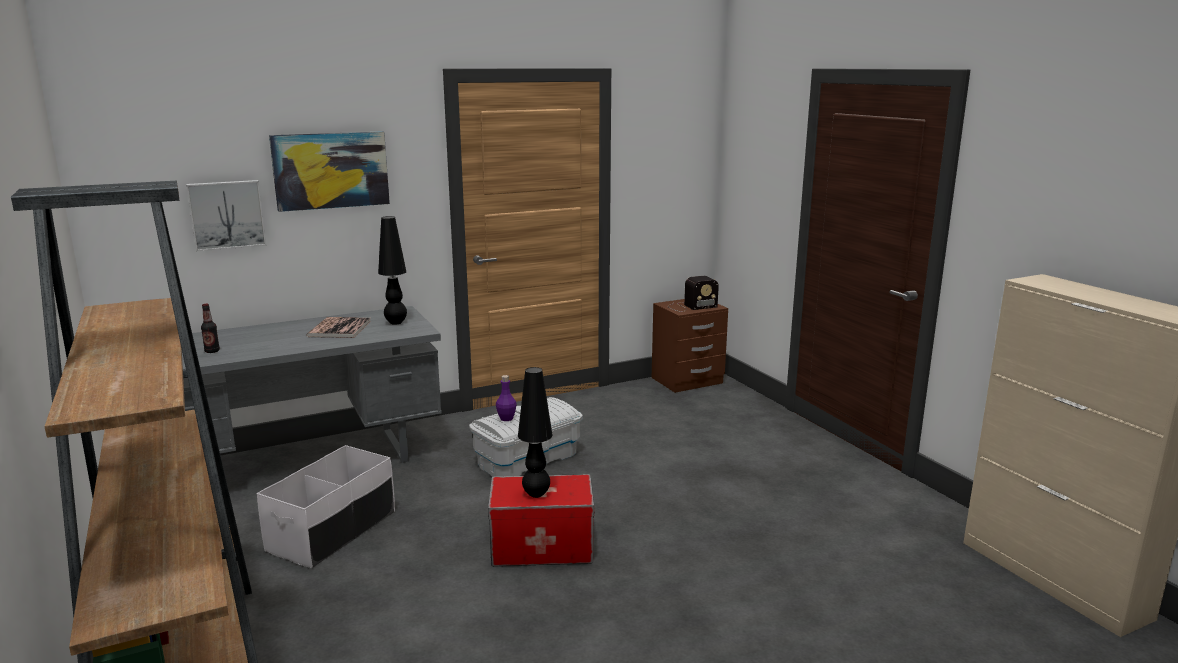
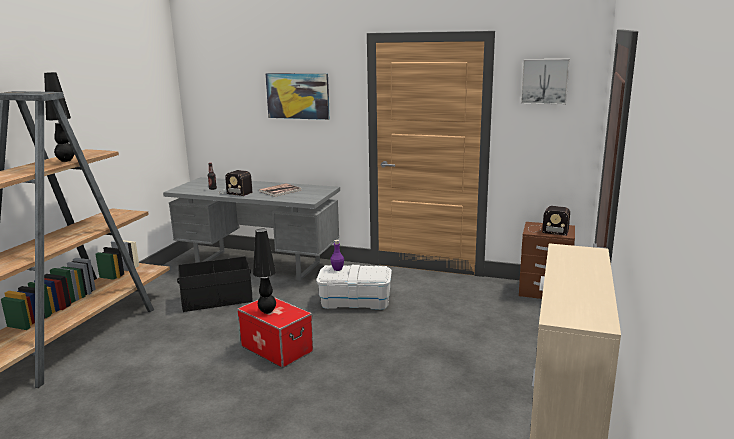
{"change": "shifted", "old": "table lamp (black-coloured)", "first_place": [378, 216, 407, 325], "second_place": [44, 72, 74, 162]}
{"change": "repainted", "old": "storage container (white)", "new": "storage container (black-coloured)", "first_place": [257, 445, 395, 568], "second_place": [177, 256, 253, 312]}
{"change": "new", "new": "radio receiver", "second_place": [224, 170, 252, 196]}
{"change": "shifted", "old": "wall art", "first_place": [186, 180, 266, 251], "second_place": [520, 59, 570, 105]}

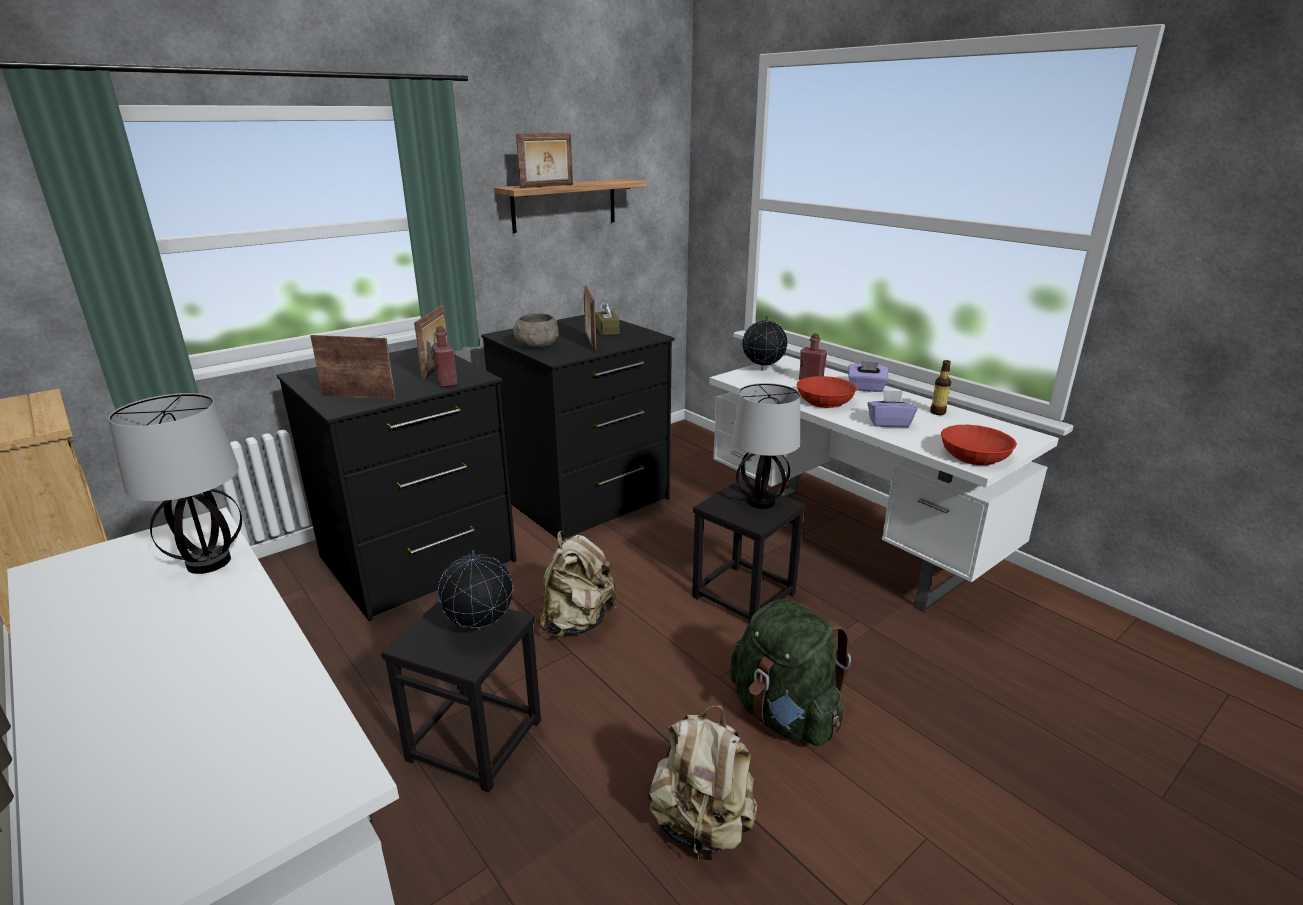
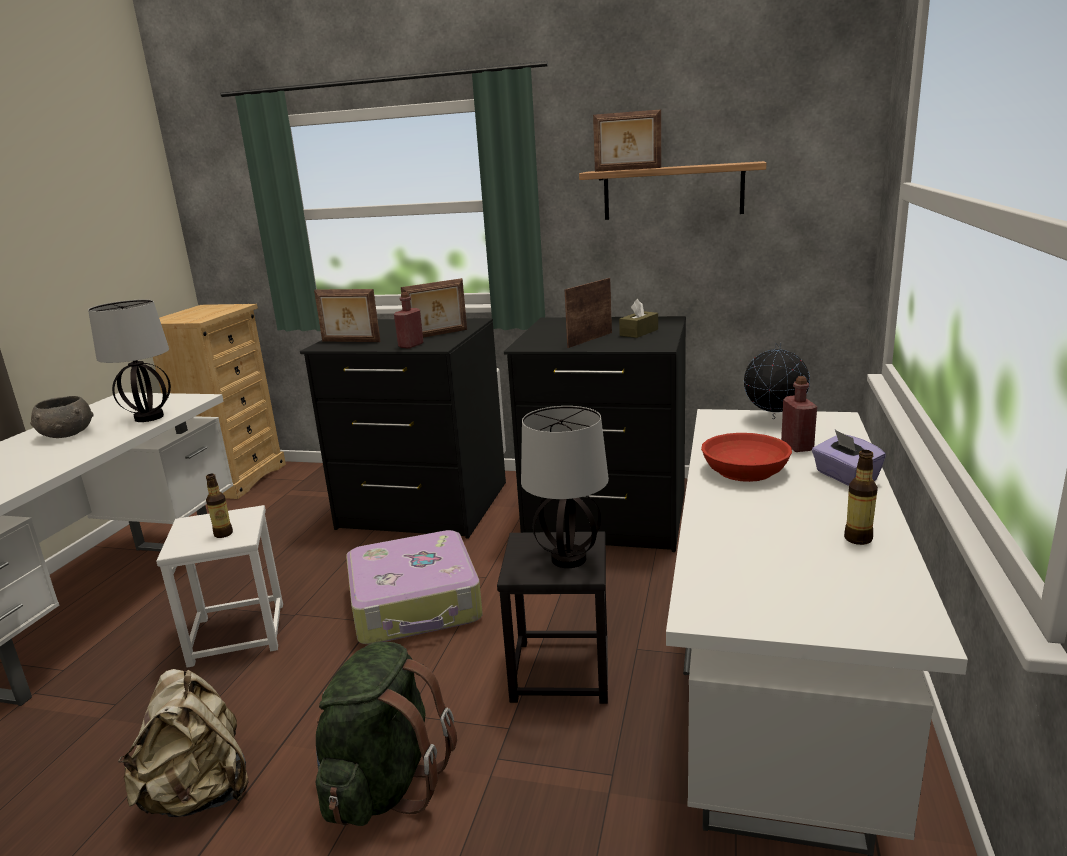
{"change": "shifted", "old": "deep dish (grey)", "first_place": [513, 313, 558, 349], "second_place": [30, 396, 93, 438]}
{"change": "repainted", "old": "sitting stool (black-coloured)", "new": "sitting stool (white)", "first_place": [381, 601, 541, 793], "second_place": [156, 505, 283, 668]}
{"change": "swapped", "old": "world globe", "new": "drink bottle", "first_place": [438, 550, 513, 630], "second_place": [206, 474, 233, 538]}
{"change": "rotated", "old": "standing frame", "first_place": [310, 335, 396, 400], "second_place": [314, 289, 381, 342], "degrees": 135}
{"change": "swapped", "old": "rucksack (sand-coloured)", "new": "suitcase", "first_place": [539, 531, 617, 638], "second_place": [346, 530, 483, 644]}
{"change": "gone", "old": "tissue box (purplish)", "first_place": [867, 390, 917, 427]}
{"change": "gone", "old": "deep dish (reddish)", "first_place": [941, 425, 1017, 465]}

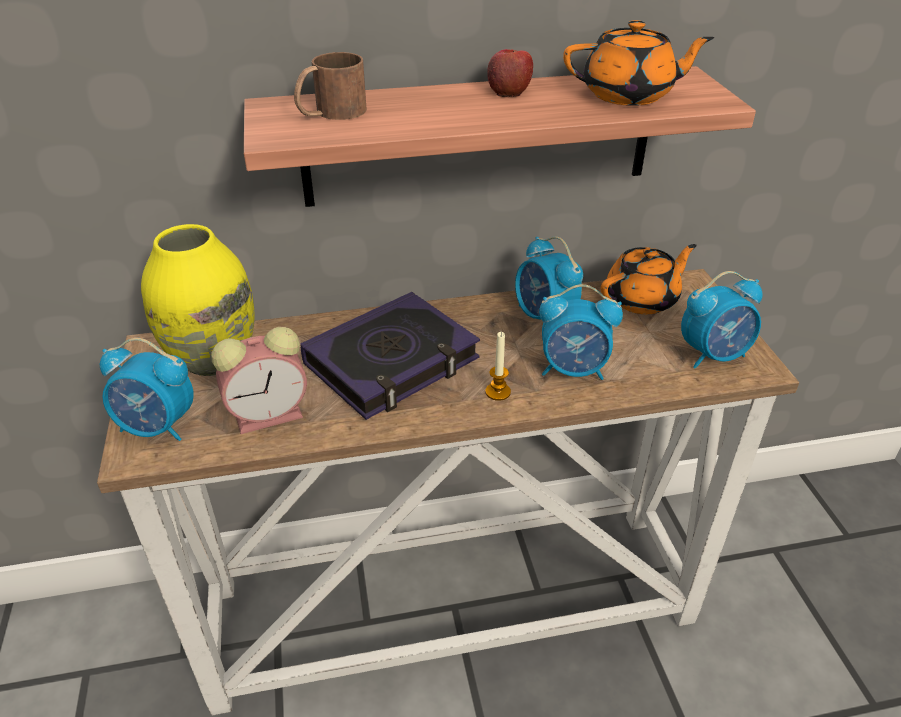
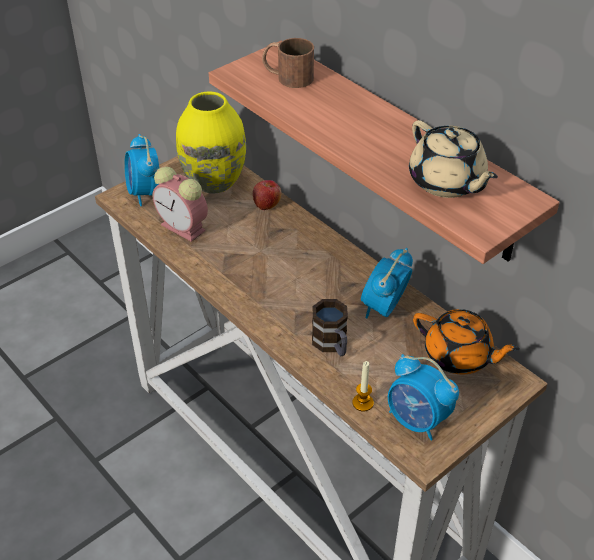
{"change": "shifted", "old": "whole apple", "first_place": [487, 49, 533, 97], "second_place": [253, 180, 281, 210]}
{"change": "swapped", "old": "table clock", "new": "mug", "first_place": [539, 284, 623, 380], "second_place": [312, 299, 348, 356]}
{"change": "shifted", "old": "candle", "first_place": [485, 332, 511, 401], "second_place": [352, 361, 374, 411]}
{"change": "repainted", "old": "tea pot (orange)", "new": "tea pot (sand-coloured)", "first_place": [563, 20, 714, 106], "second_place": [409, 120, 498, 198]}
{"change": "gone", "old": "book", "first_place": [300, 292, 480, 420]}

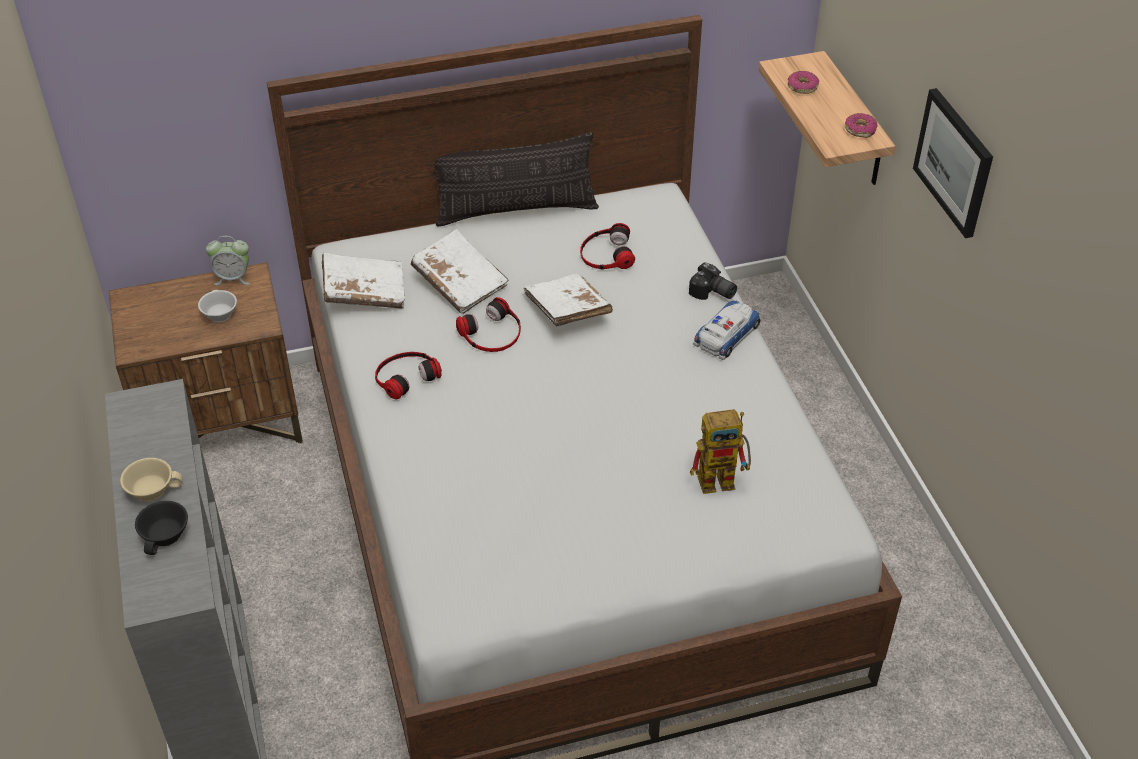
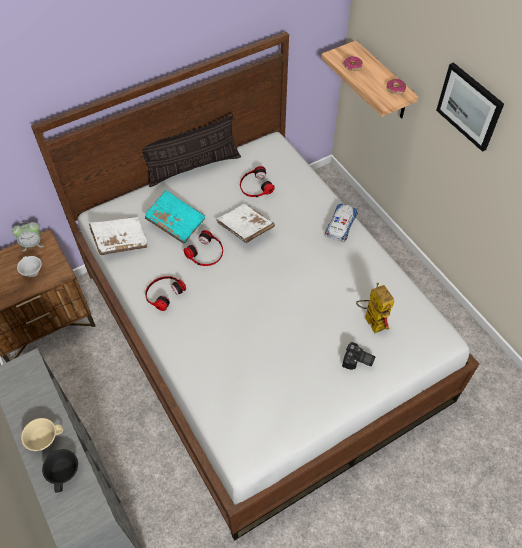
{"change": "repainted", "old": "book (white)", "new": "book (turquoise)", "first_place": [411, 229, 509, 314], "second_place": [145, 190, 205, 243]}
{"change": "shifted", "old": "still camera", "first_place": [689, 263, 737, 300], "second_place": [342, 342, 375, 370]}
{"change": "rotated", "old": "toy robot", "first_place": [690, 409, 751, 494], "second_place": [356, 283, 394, 333], "degrees": -90}

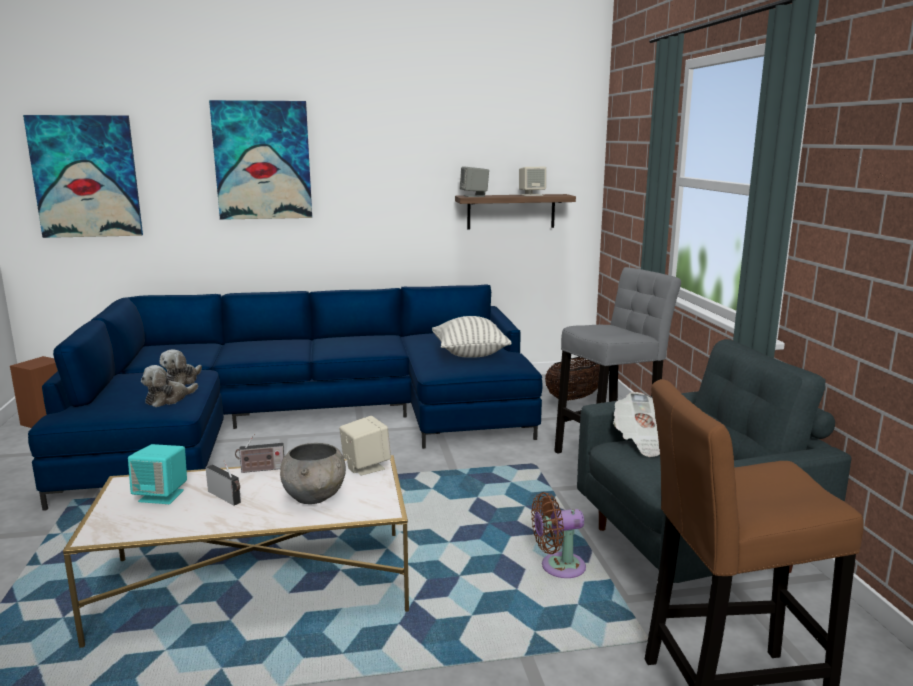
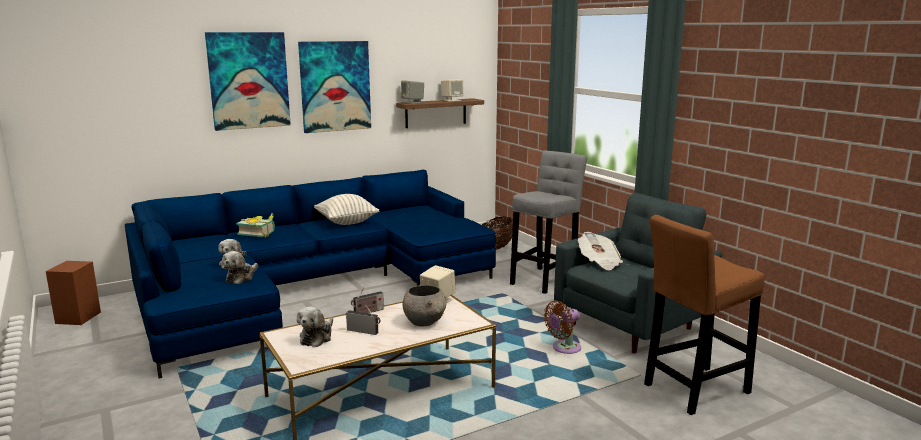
{"change": "new", "new": "book", "second_place": [236, 213, 275, 238]}
{"change": "swapped", "old": "loudspeaker (turquoise)", "new": "plush toy", "first_place": [128, 444, 187, 504], "second_place": [297, 307, 333, 347]}
{"change": "shifted", "old": "wall art", "first_place": [23, 115, 143, 238], "second_place": [298, 41, 371, 133]}
{"change": "shifted", "old": "throw pillow", "first_place": [432, 316, 512, 358], "second_place": [314, 194, 379, 225]}

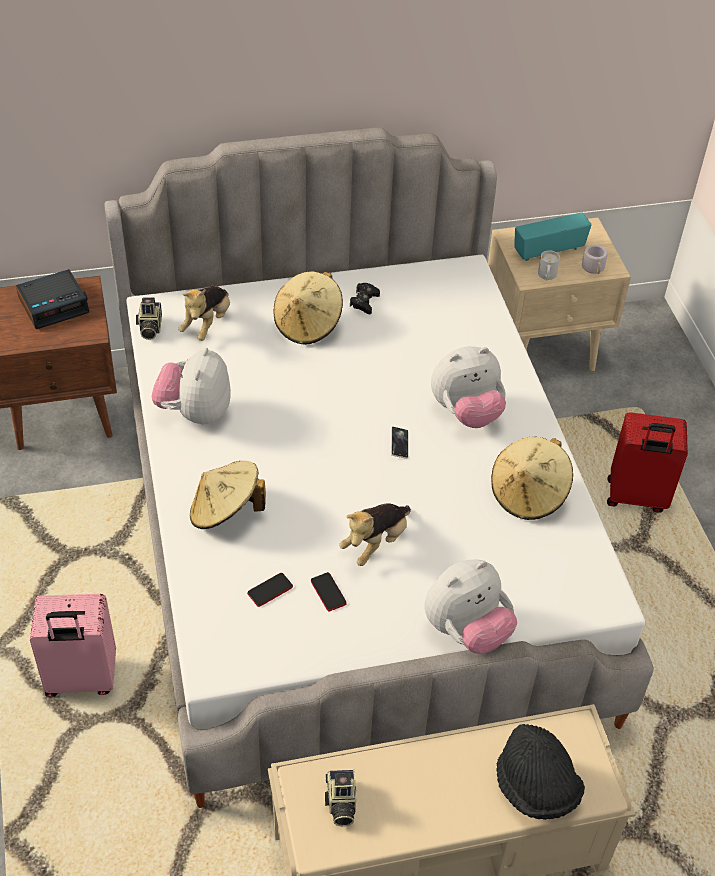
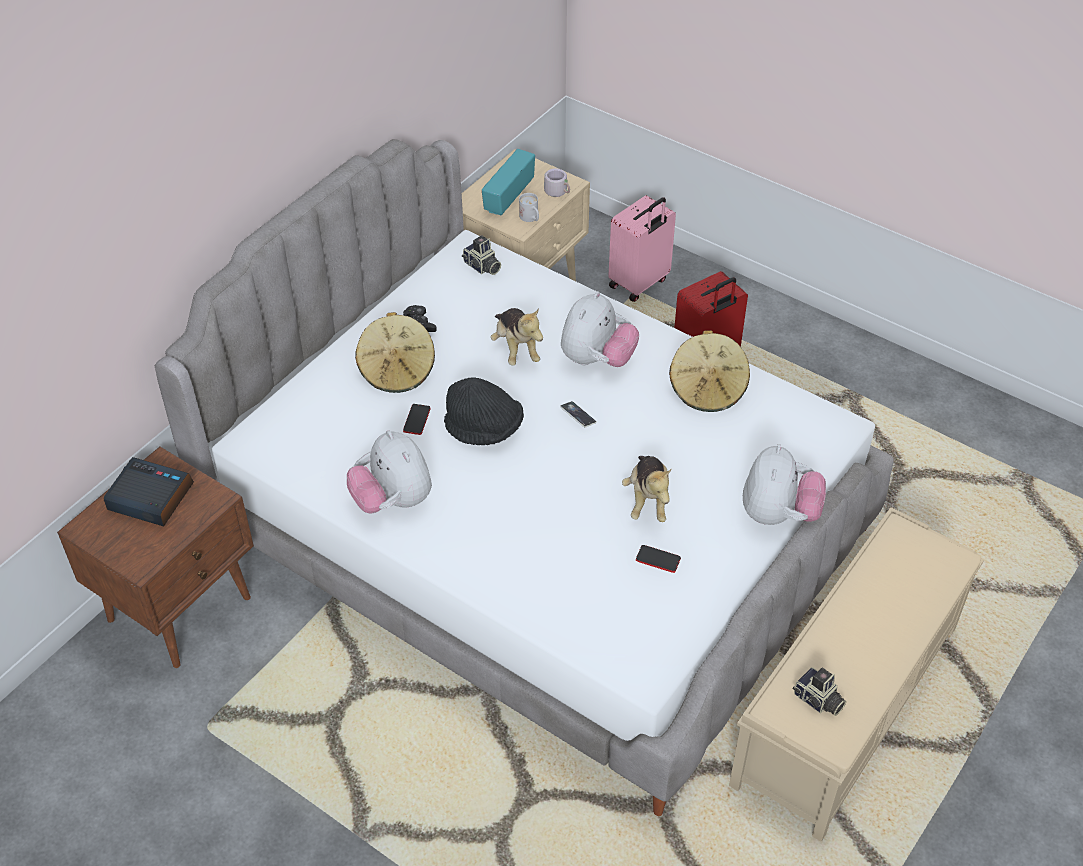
{"change": "rotated", "old": "table clock", "first_place": [16, 269, 89, 329], "second_place": [104, 457, 194, 527], "degrees": -90}
{"change": "shifted", "old": "phone", "first_place": [247, 573, 293, 607], "second_place": [403, 404, 430, 435]}
{"change": "shifted", "old": "wearable hat (black-coloured)", "first_place": [496, 724, 585, 820], "second_place": [444, 377, 524, 445]}
{"change": "shifted", "old": "still camera", "first_place": [136, 297, 162, 340], "second_place": [462, 235, 501, 275]}
{"change": "shifted", "old": "plush toy", "first_place": [178, 286, 230, 341], "second_place": [491, 308, 543, 366]}
{"change": "shifted", "old": "suitcase (pink)", "first_place": [30, 594, 116, 697], "second_place": [608, 195, 676, 302]}
{"change": "gone", "old": "wearable hat (sand-coloured)", "first_place": [190, 461, 266, 529]}

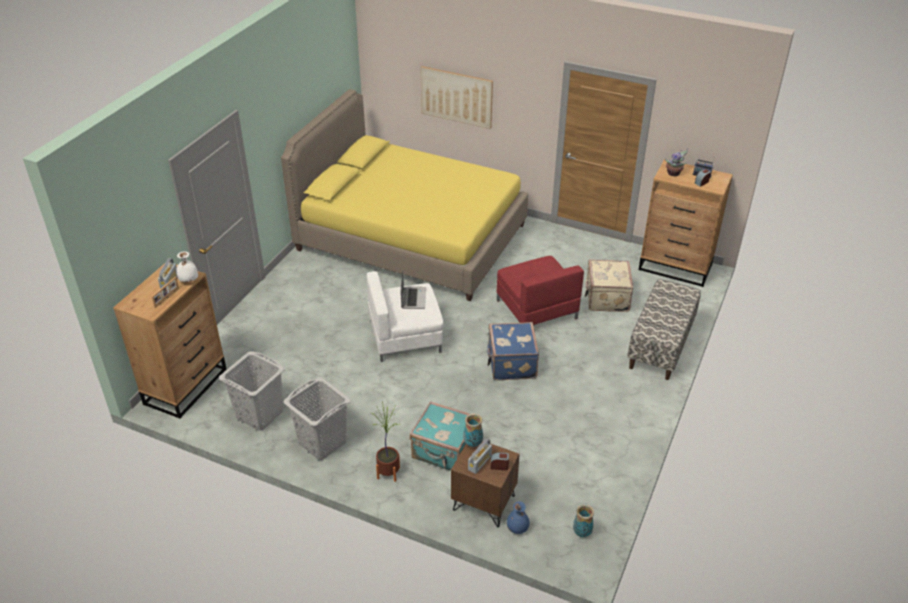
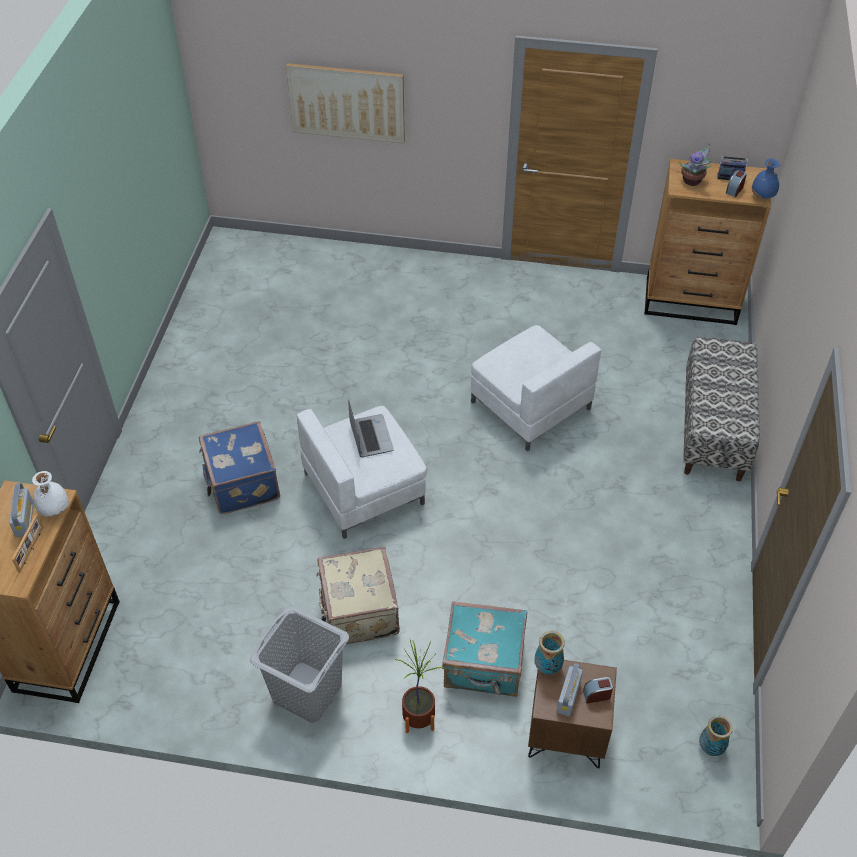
{"change": "shifted", "old": "suitcase (blue)", "first_place": [487, 322, 539, 381], "second_place": [199, 421, 280, 514]}
{"change": "shifted", "old": "suitcase (sand-coloured)", "first_place": [585, 259, 633, 312], "second_place": [316, 547, 400, 644]}
{"change": "repainted", "old": "easy chair (reddish)", "new": "easy chair (white)", "first_place": [496, 256, 584, 326], "second_place": [471, 325, 601, 452]}
{"change": "shifted", "old": "vase (blue)", "first_place": [507, 501, 530, 534], "second_place": [752, 158, 780, 199]}
{"change": "gone", "old": "hamper (grey)", "first_place": [219, 351, 285, 431]}
{"change": "gone", "old": "bed (yellow-coloured)", "first_place": [281, 89, 528, 301]}

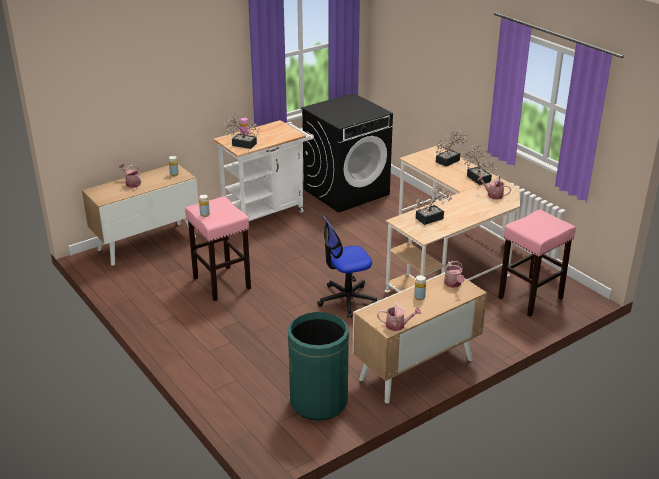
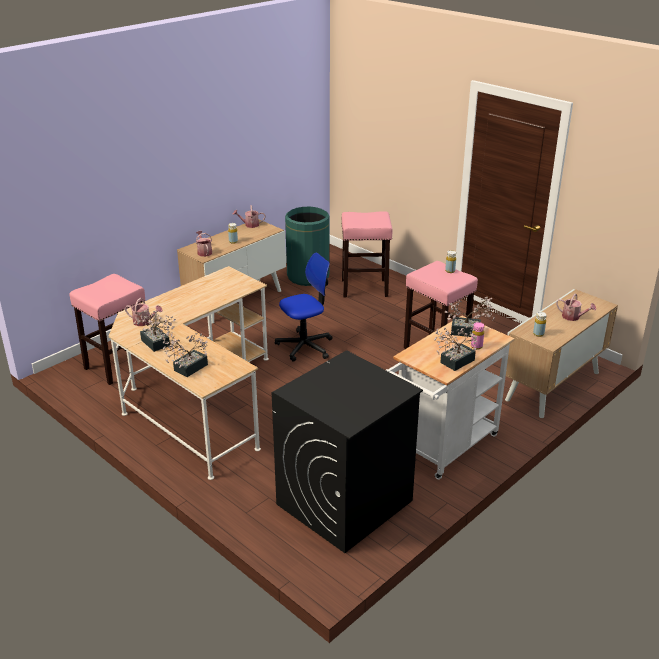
{"change": "new", "new": "sitting stool (pink)", "second_place": [342, 211, 392, 298]}
{"change": "shifted", "old": "houseplant", "first_place": [414, 185, 452, 225], "second_place": [434, 326, 477, 371]}

